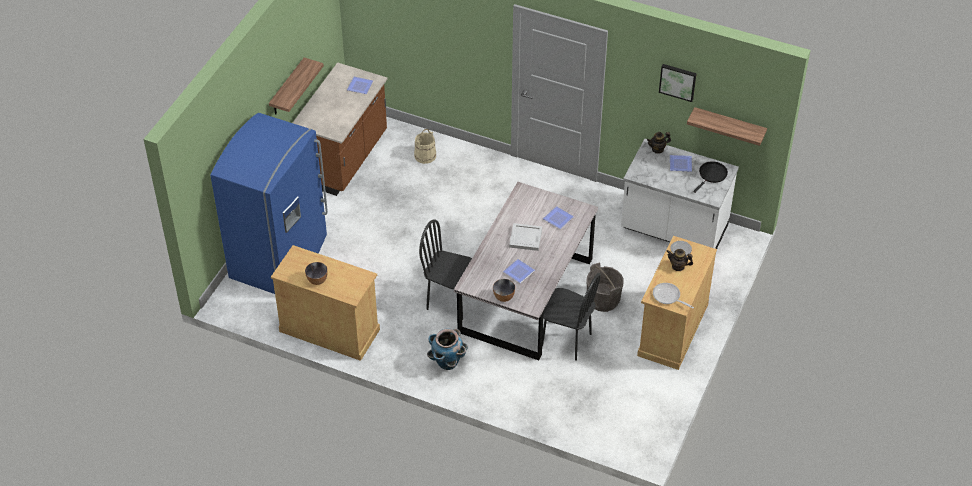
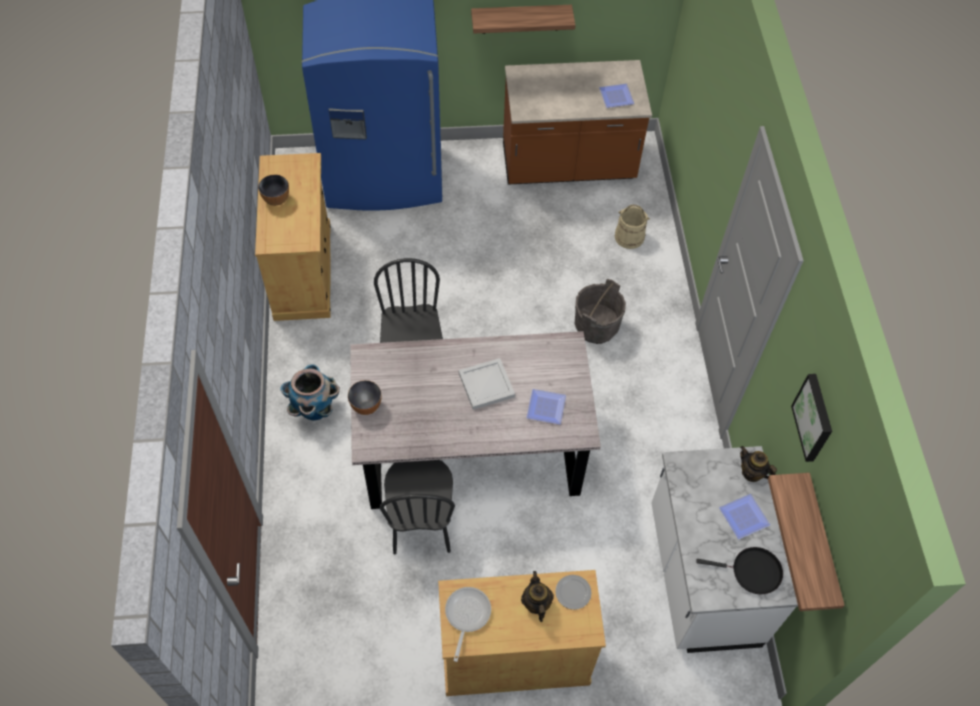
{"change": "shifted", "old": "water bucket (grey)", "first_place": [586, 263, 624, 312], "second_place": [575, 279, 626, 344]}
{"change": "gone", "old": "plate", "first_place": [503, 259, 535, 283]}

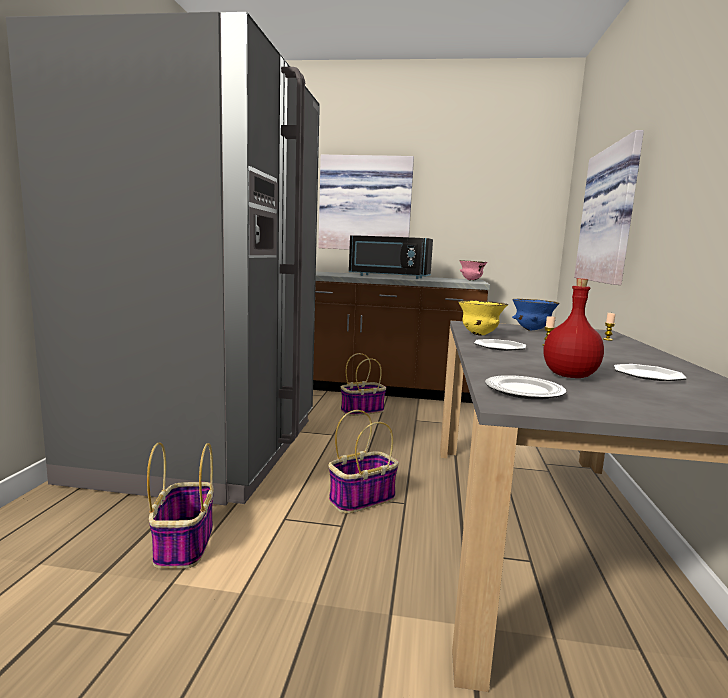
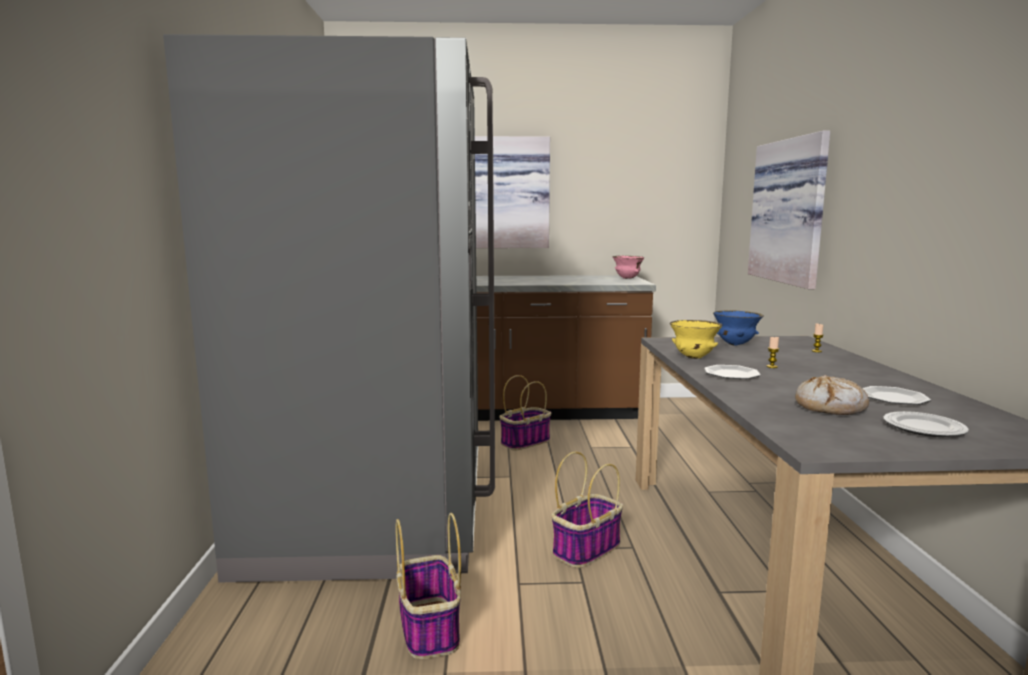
{"change": "swapped", "old": "drink bottle (reddish)", "new": "baked bread", "first_place": [544, 278, 604, 378], "second_place": [795, 375, 869, 415]}
{"change": "shifted", "old": "plate", "first_place": [485, 375, 566, 400], "second_place": [883, 411, 969, 437]}
{"change": "gone", "old": "microwave oven (black-coloured)", "first_place": [349, 235, 433, 279]}

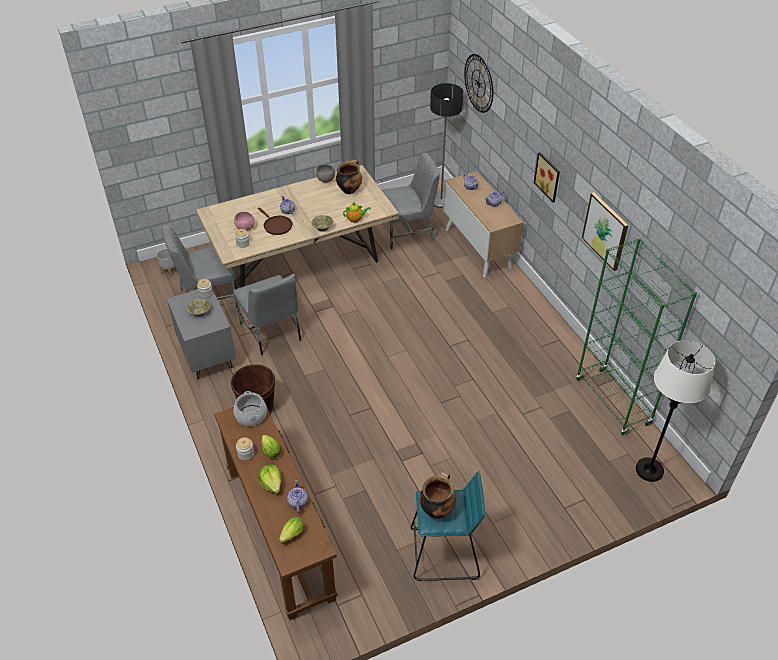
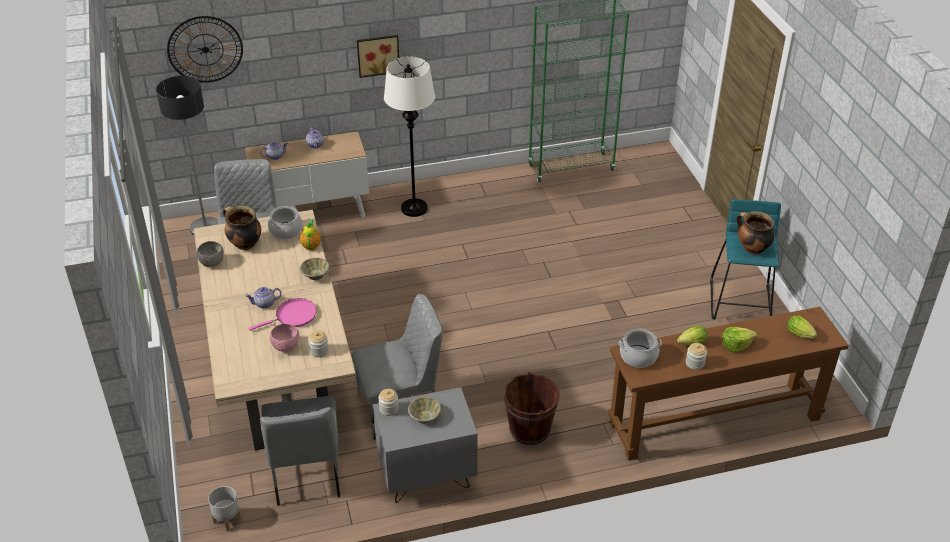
{"change": "repainted", "old": "frying pan (brown)", "new": "frying pan (pink)", "first_place": [258, 207, 292, 235], "second_place": [248, 298, 317, 331]}
{"change": "new", "new": "cooking pot", "second_place": [268, 206, 303, 240]}
{"change": "shifted", "old": "standing lamp (white)", "first_place": [636, 340, 715, 482], "second_place": [384, 56, 435, 217]}
{"change": "gone", "old": "tea pot", "first_place": [287, 480, 308, 513]}
{"change": "gone", "old": "wall art", "first_place": [582, 192, 628, 271]}

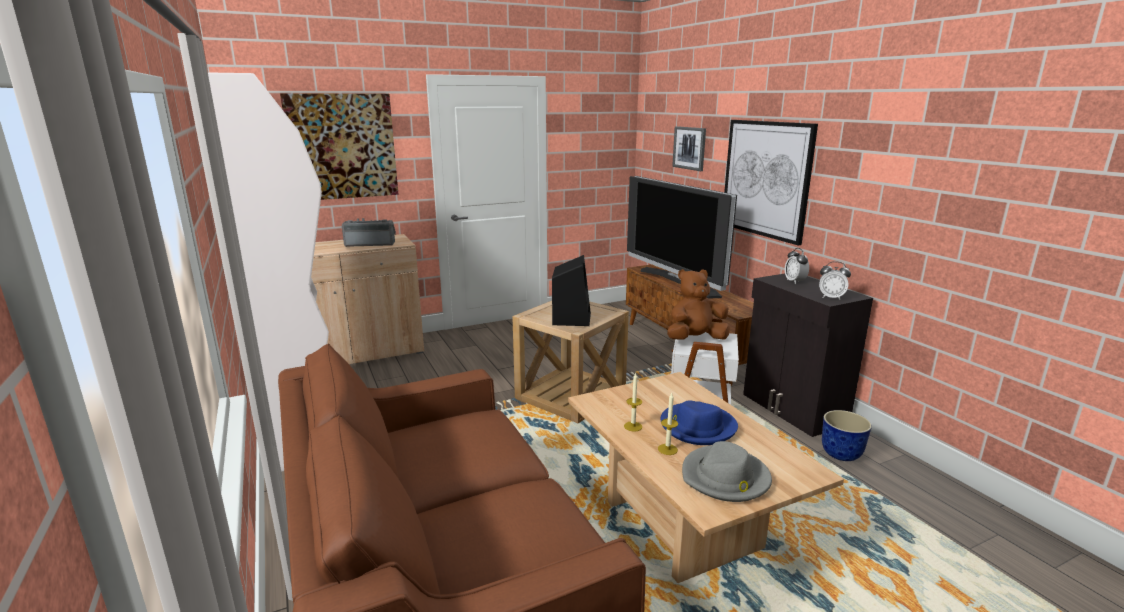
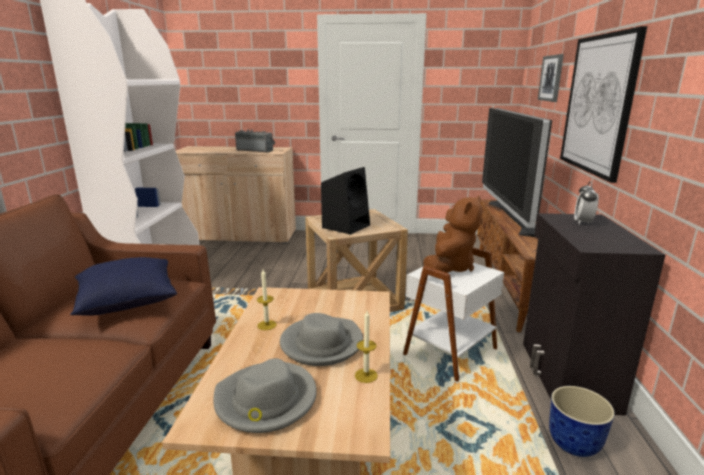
{"change": "new", "new": "throw pillow (blue)", "second_place": [70, 257, 177, 316]}
{"change": "repainted", "old": "wearable hat (blue)", "new": "wearable hat (grey)", "first_place": [661, 400, 738, 445], "second_place": [280, 313, 363, 366]}
{"change": "shifted", "old": "candle", "first_place": [658, 393, 678, 455], "second_place": [355, 311, 378, 383]}
{"change": "rotated", "old": "plush toy (brown)", "first_place": [667, 269, 730, 340], "second_place": [423, 195, 483, 273], "degrees": 105}
{"change": "gone", "old": "wall art", "first_place": [280, 93, 399, 200]}
{"change": "gone", "old": "table clock", "first_place": [819, 261, 851, 300]}

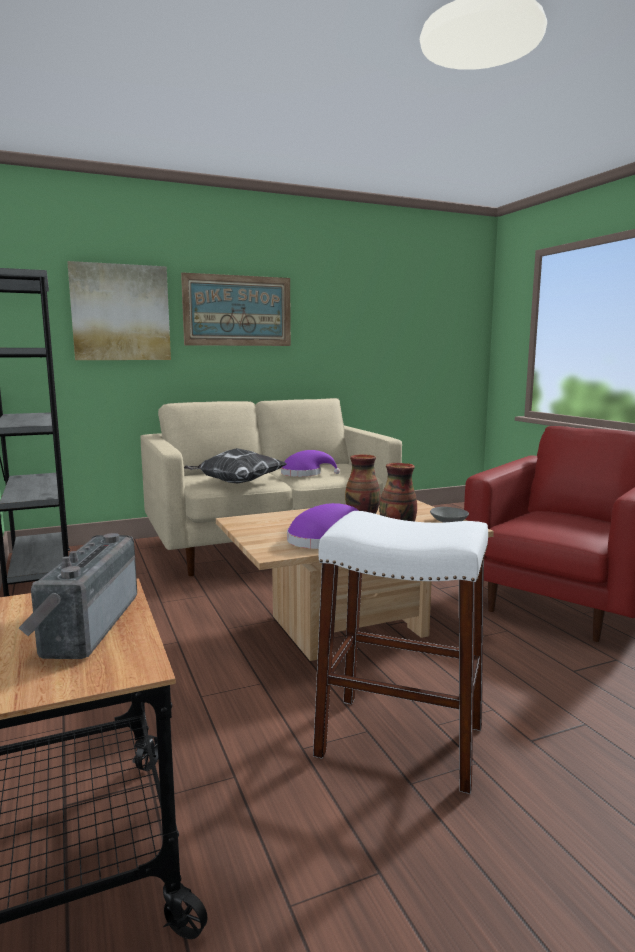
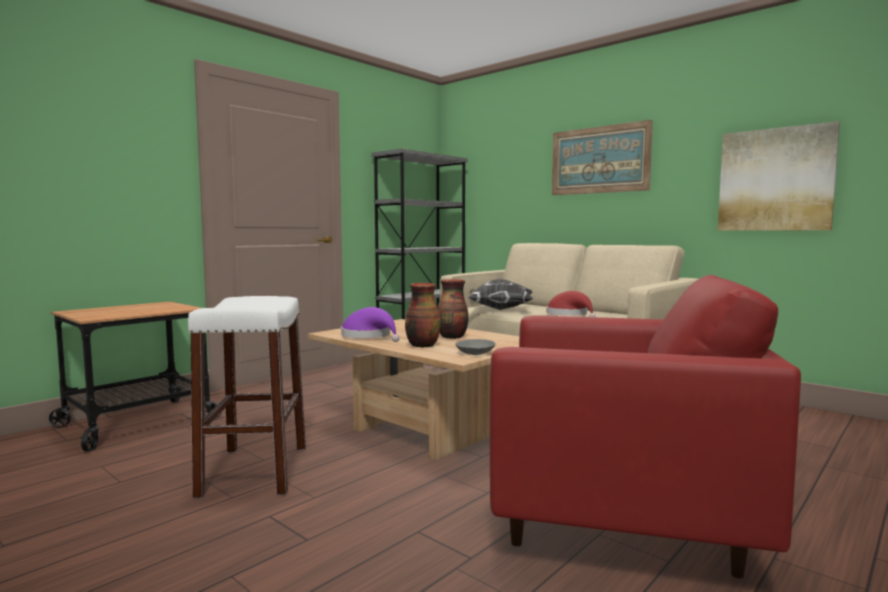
{"change": "repainted", "old": "wearable hat (purplish)", "new": "wearable hat (reddish)", "first_place": [281, 450, 340, 477], "second_place": [547, 291, 596, 317]}
{"change": "shifted", "old": "wall art", "first_place": [67, 261, 171, 360], "second_place": [718, 121, 840, 231]}
{"change": "gone", "old": "radio receiver", "first_place": [19, 533, 137, 659]}

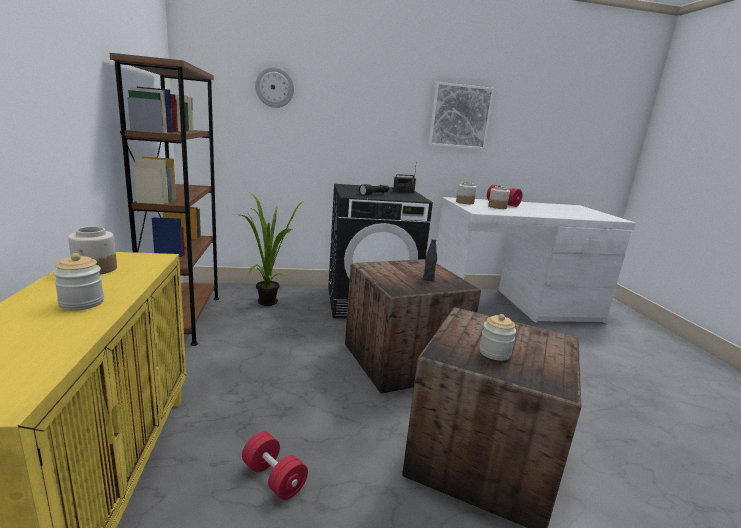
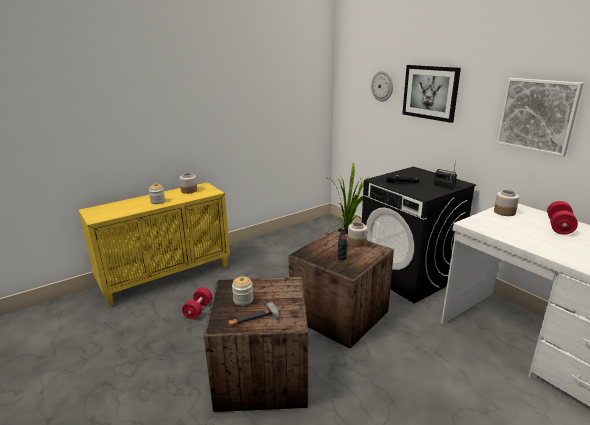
{"change": "new", "new": "hammer", "second_place": [228, 302, 279, 326]}
{"change": "shifted", "old": "preserve jar", "first_place": [488, 186, 510, 209], "second_place": [348, 222, 367, 247]}
{"change": "new", "new": "wall art", "second_place": [402, 65, 461, 123]}
{"change": "gone", "old": "bookcase (brown)", "first_place": [110, 53, 219, 346]}

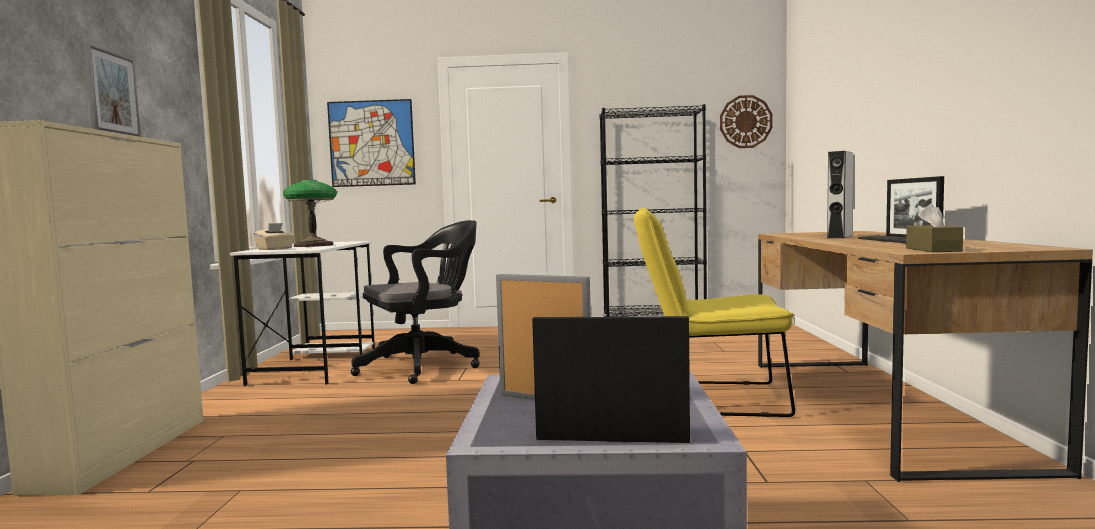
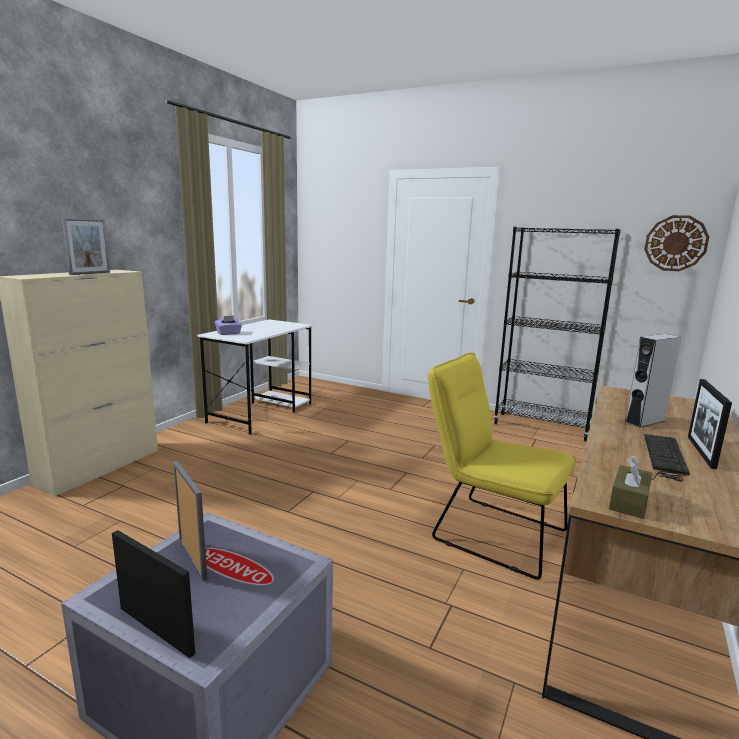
{"change": "repainted", "old": "tissue box (sand-coloured)", "new": "tissue box (purplish)", "first_place": [253, 223, 295, 250], "second_place": [215, 316, 242, 335]}
{"change": "gone", "old": "table lamp", "first_place": [283, 180, 337, 247]}
{"change": "gone", "old": "wall art", "first_place": [327, 99, 416, 187]}
{"change": "gone", "old": "office chair (black-coloured)", "first_place": [351, 220, 480, 384]}

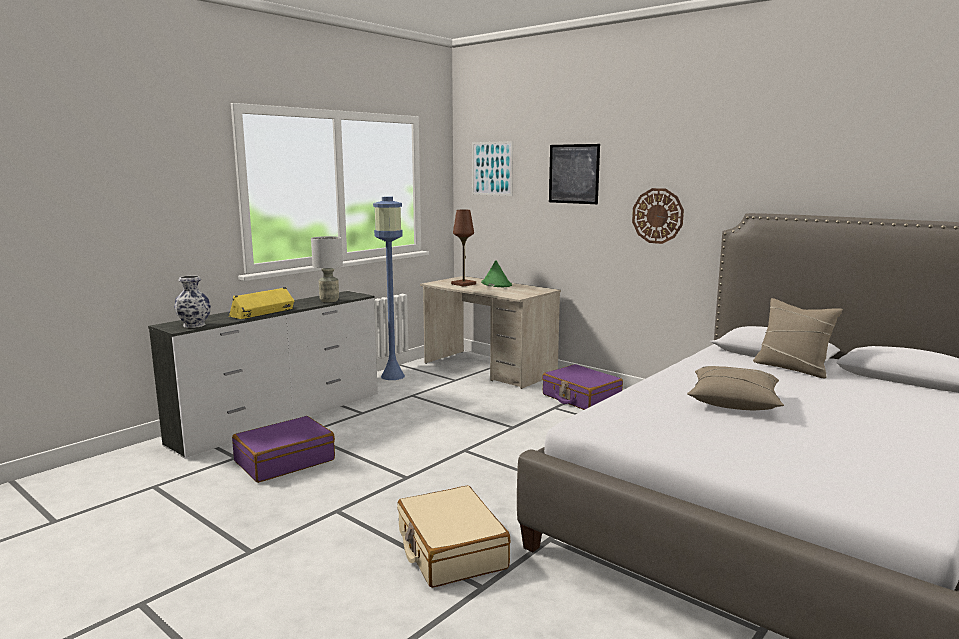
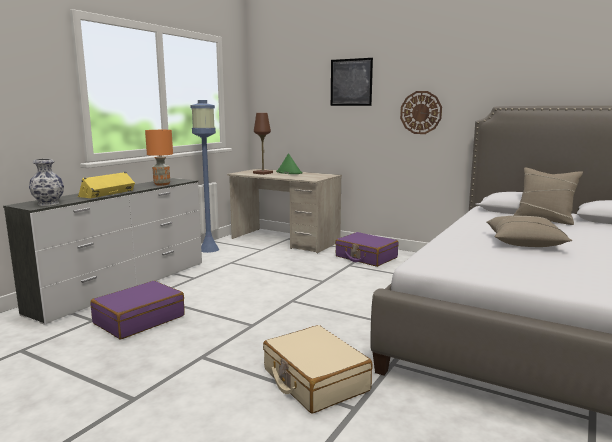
{"change": "repainted", "old": "table lamp (grey)", "new": "table lamp (orange)", "first_place": [311, 236, 343, 302], "second_place": [145, 130, 173, 186]}
{"change": "gone", "old": "wall art", "first_place": [472, 141, 513, 196]}

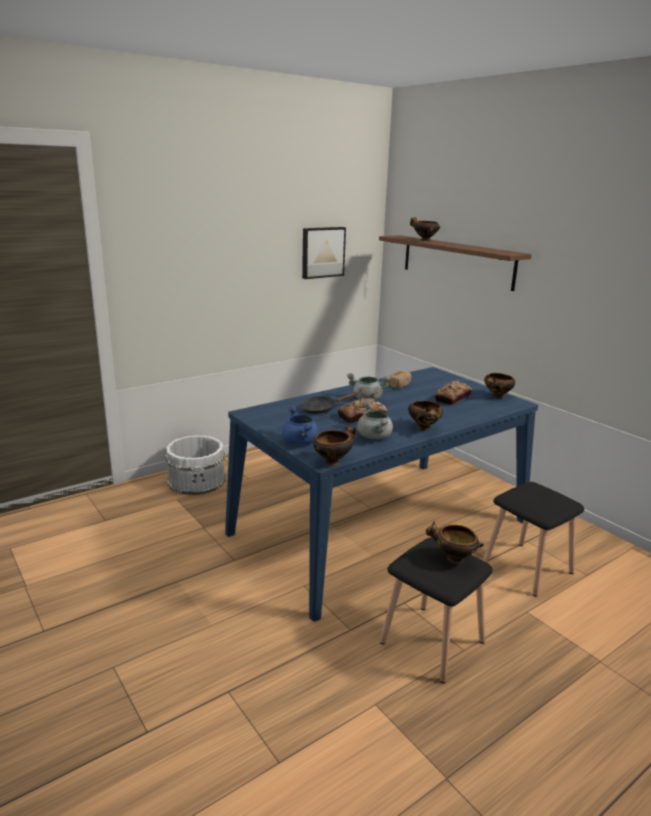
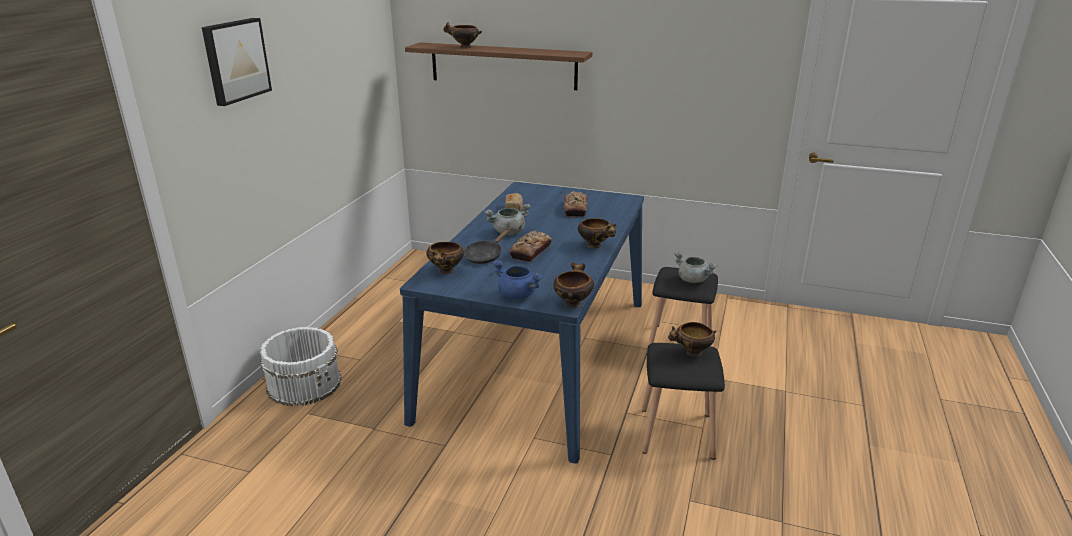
{"change": "shifted", "old": "wall art", "first_place": [302, 227, 346, 279], "second_place": [202, 18, 272, 106]}
{"change": "shifted", "old": "deep dish", "first_place": [484, 373, 515, 399], "second_place": [426, 242, 464, 274]}
{"change": "shifted", "old": "cooking pot (grey)", "first_place": [357, 402, 393, 439], "second_place": [674, 252, 717, 283]}

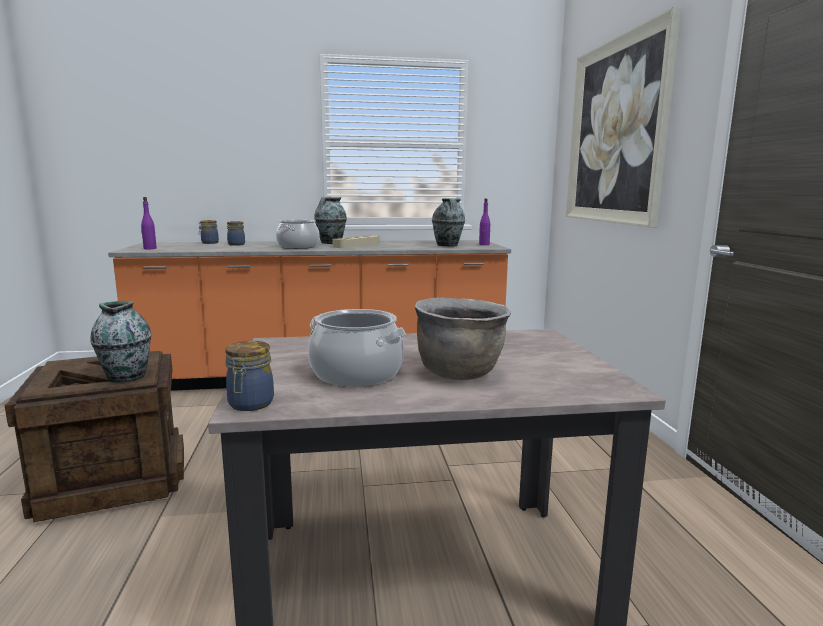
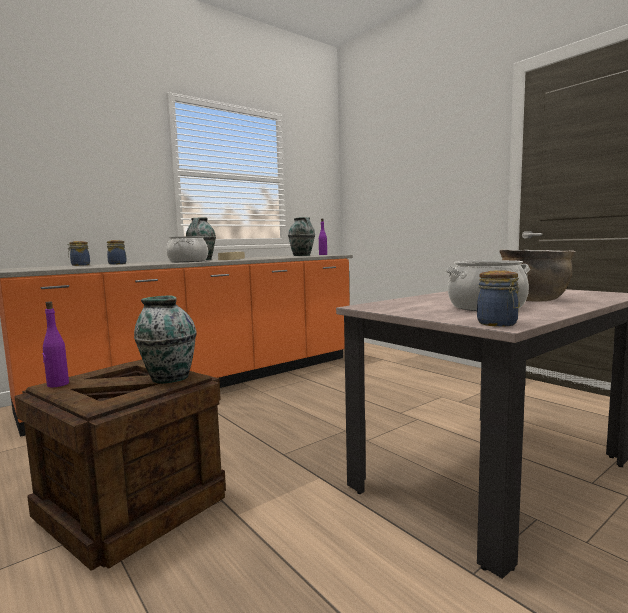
{"change": "shifted", "old": "drink bottle (purplish)", "first_place": [141, 197, 157, 249], "second_place": [42, 301, 69, 387]}
{"change": "gone", "old": "wall art", "first_place": [566, 7, 681, 227]}

